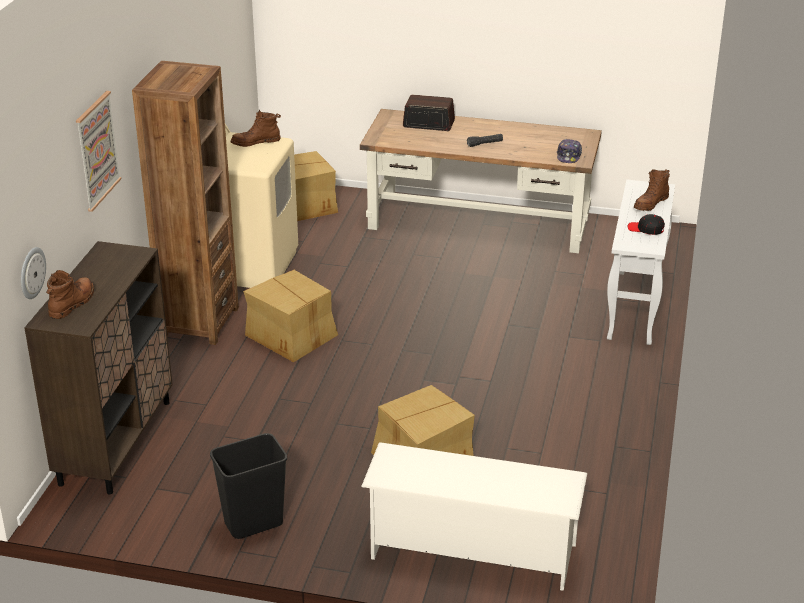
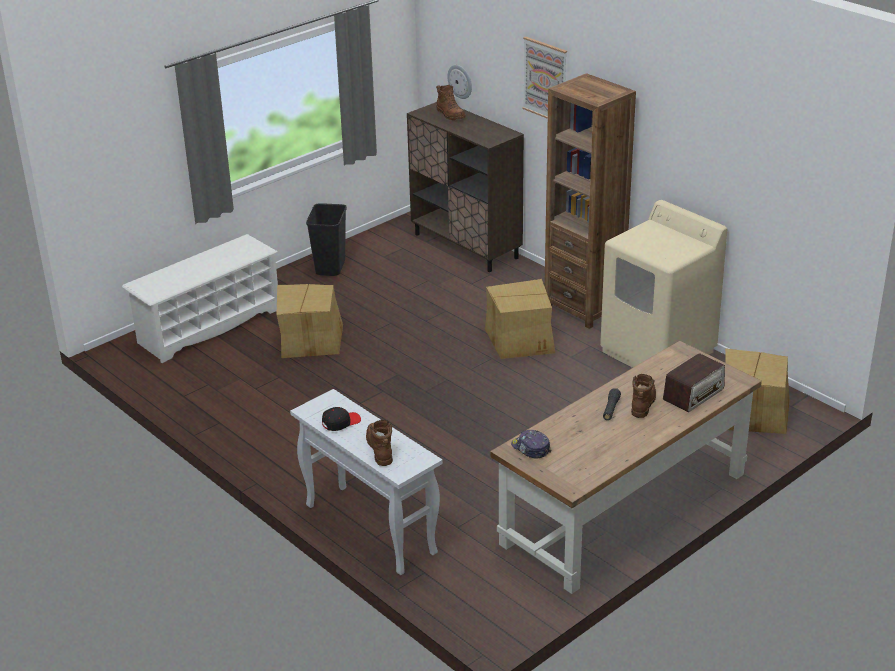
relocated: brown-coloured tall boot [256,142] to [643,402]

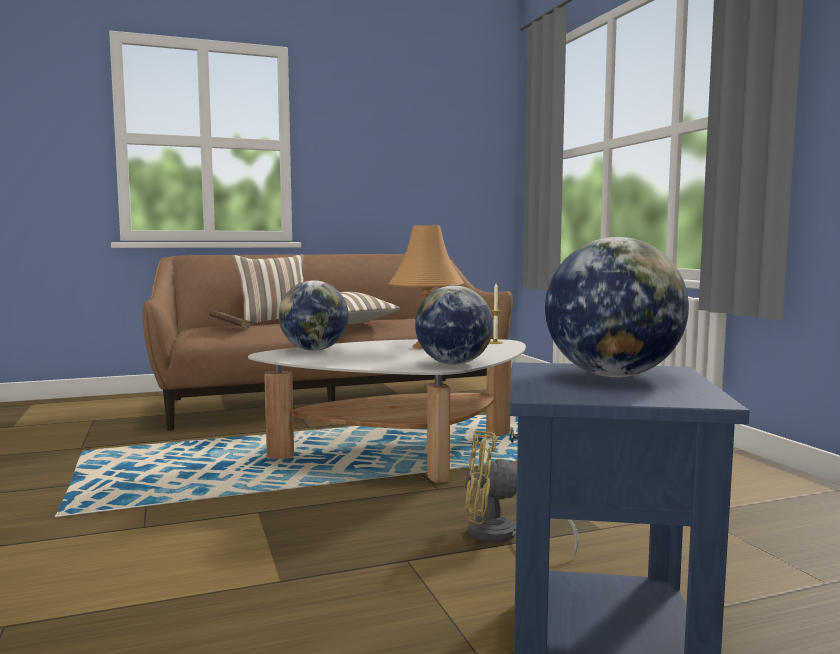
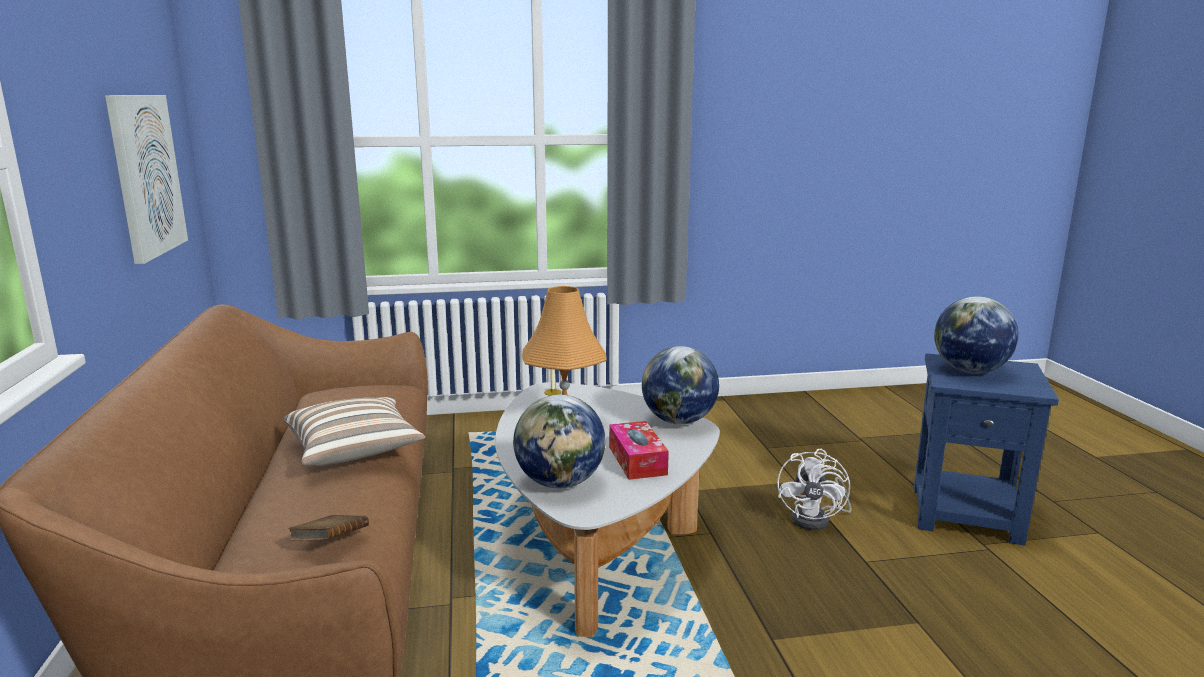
missing: cushion [274,322]
appeared: picture [145,175]; tissue box [637,460]
colour: yellowish fan [500,537] to whitish fan [817,519]

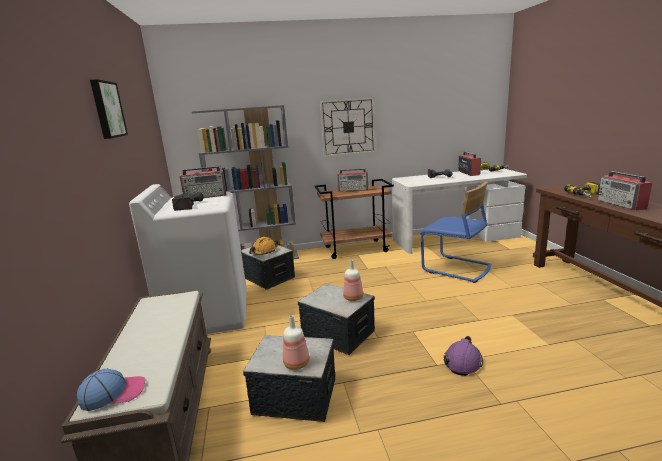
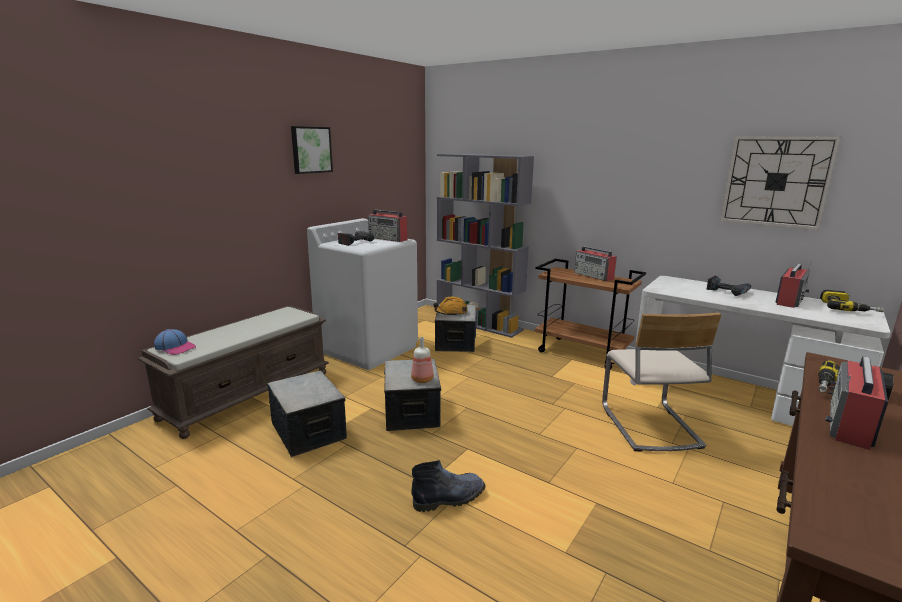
missing: drink bottle [297,363]
relocated: hanging clock [348,127] to [776,181]
exchanged: purplish work helmet [463,361] to tall boot [450,497]
colour: blue chair [456,268] to sand-coloured chair [649,426]

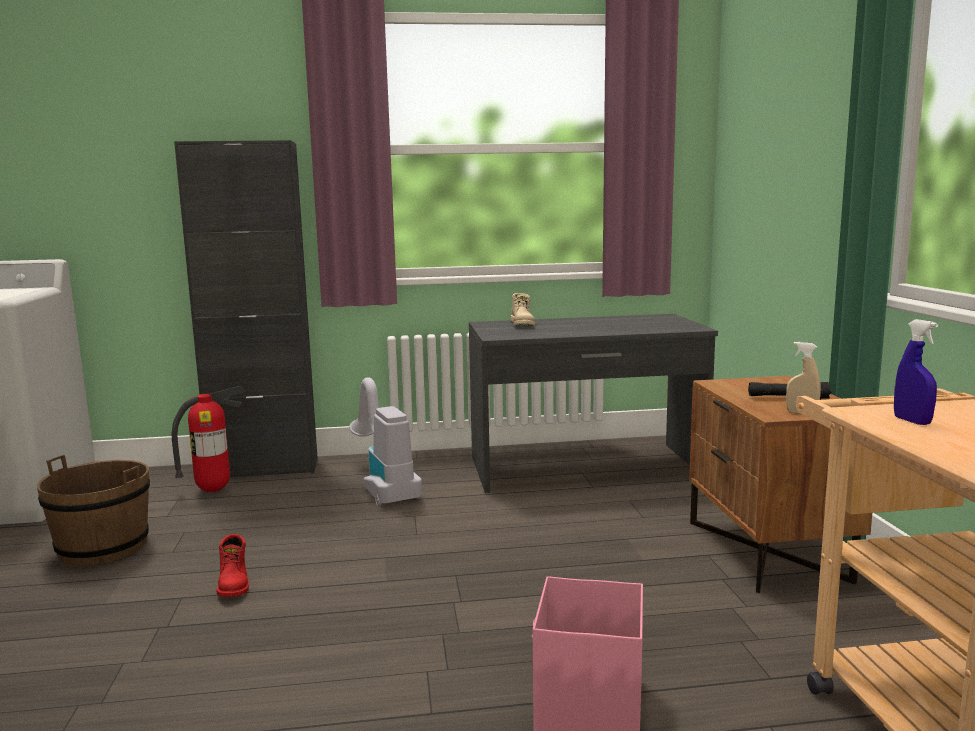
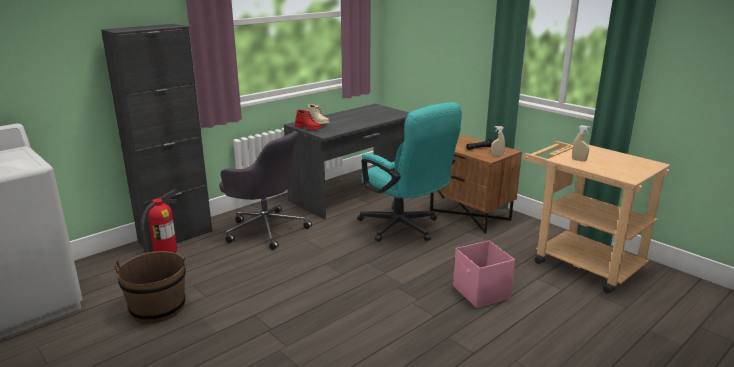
appeared: turquoise-coloured computer chair [404,228]
relocated: red tall boot [234,584] to [308,128]
exchanged: vacuum cleaner [383,486] to greyish computer chair [265,229]
colour: blue spray bottle [912,421] to sand-coloured spray bottle [579,160]

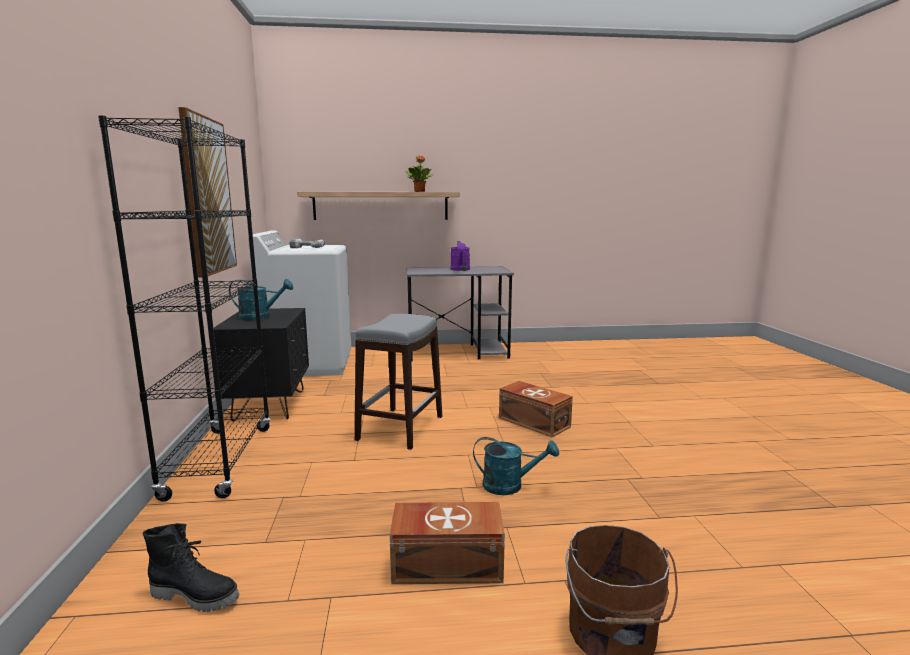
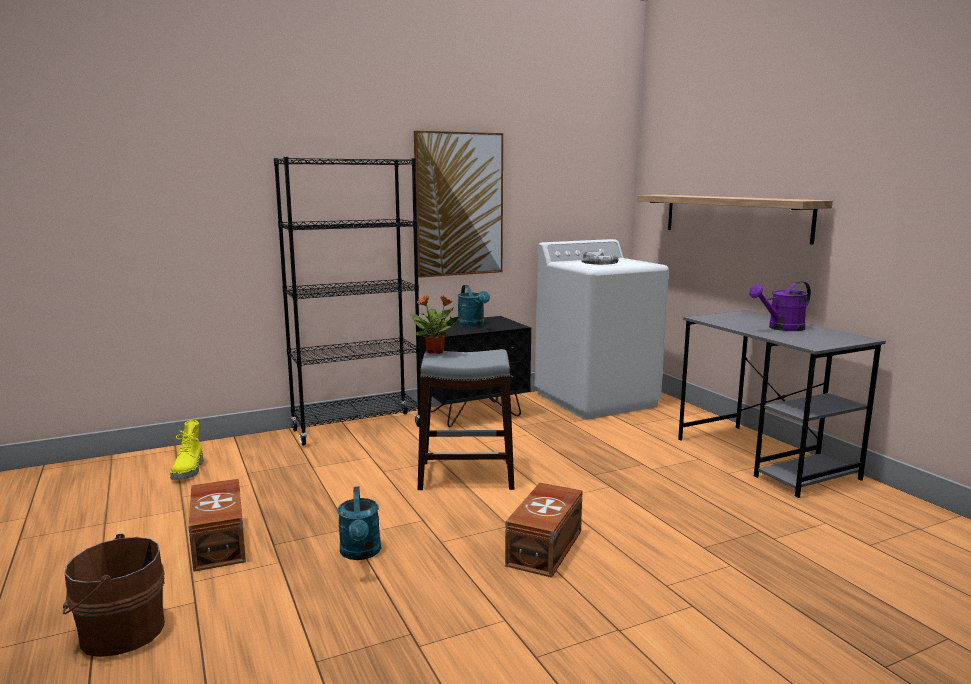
relocated: plant in a pot [420,191] to [436,352]
colour: black-coloured tall boot [196,595] to yellowish tall boot [189,471]

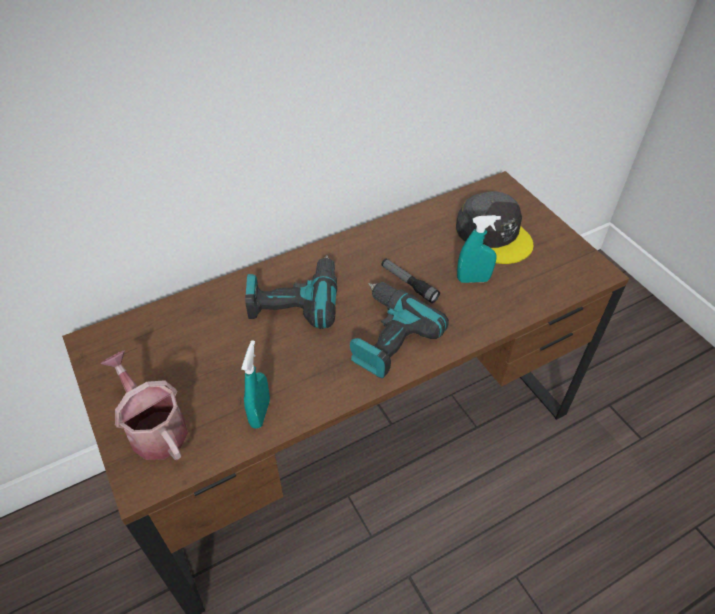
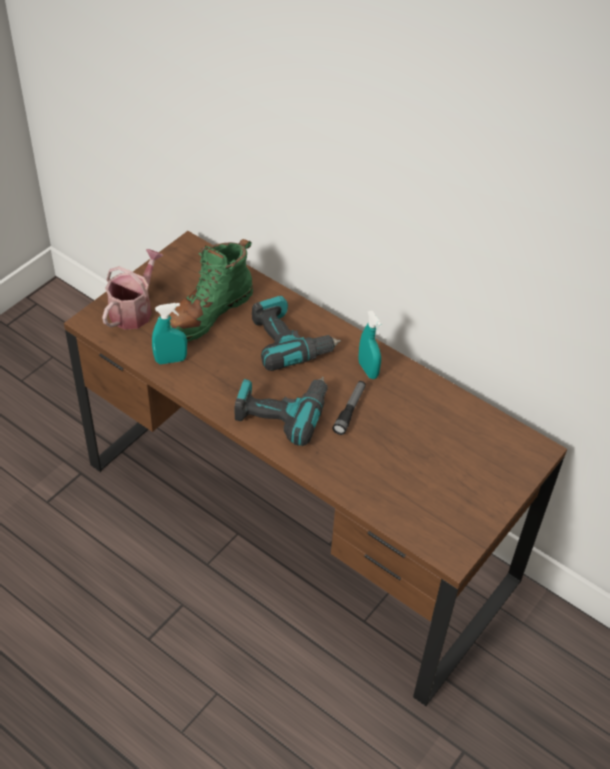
missing: greyish peaked cap [493,235]
appeared: greenish tall boot [207,314]
relocated: turquoise-coloured spray bottle [473,279] to [368,370]

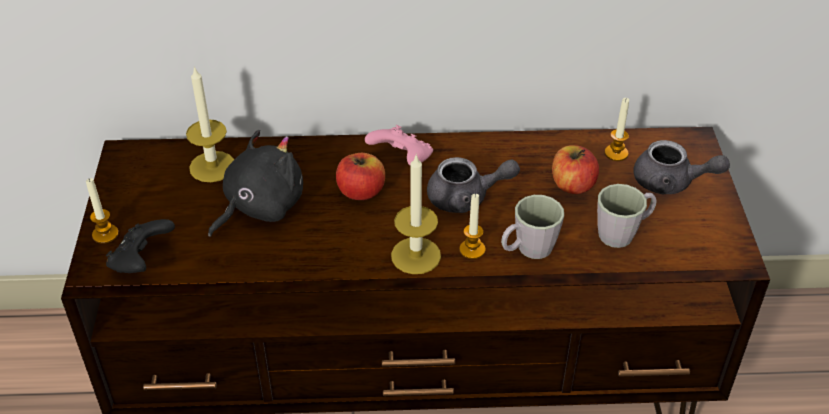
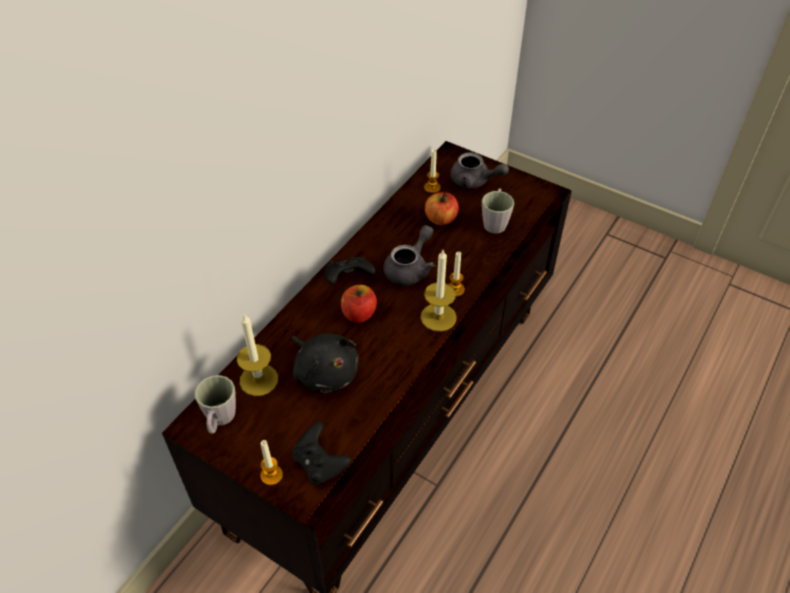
relocated: greyish coffee mug [528,250] to [219,420]
colour: pink-coloured game controller [402,160] to black-coloured game controller [348,279]
spun: black-coloured plush toy [260,206] = [325,372] 150 degrees clockwise; greyish teapot [671,183] = [474,181] 60 degrees clockwise

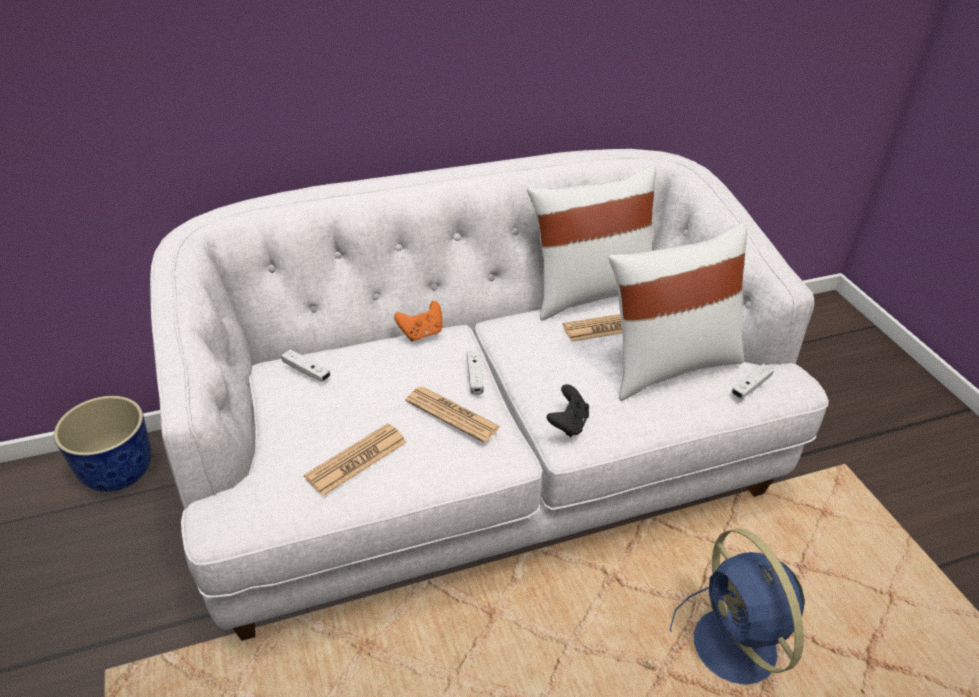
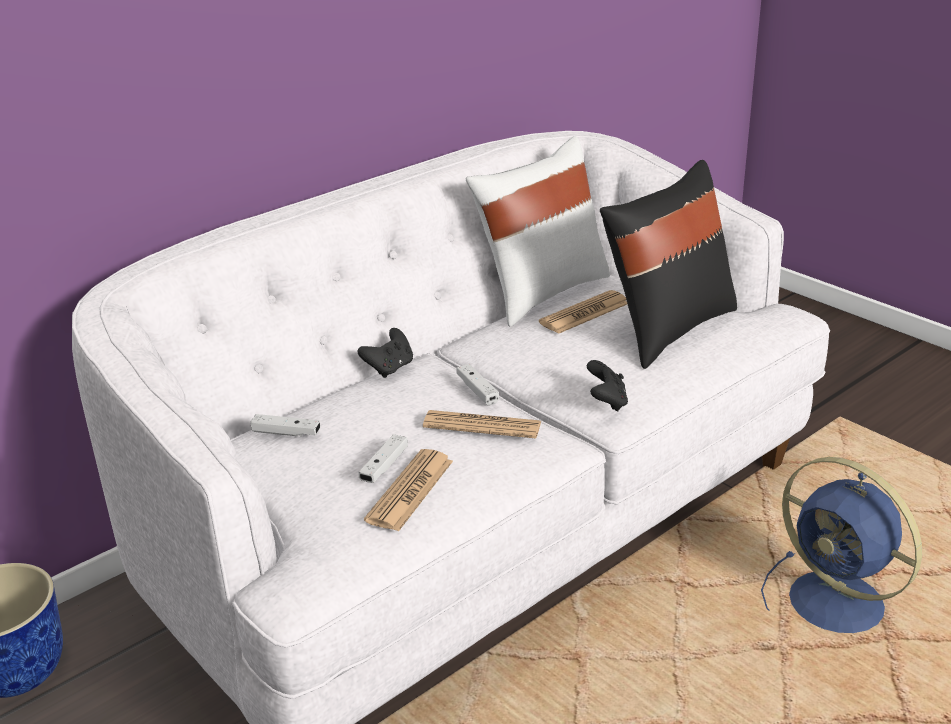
relocated: whitish game controller [750,387] to [384,466]
colour: orangey game controller [421,333] to black-coloured game controller [389,368]; whitish cushion [668,364] to black-coloured cushion [667,329]

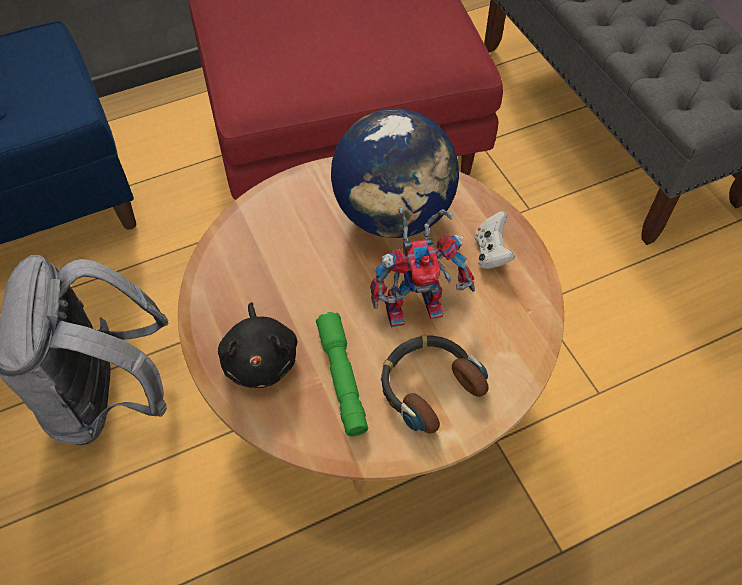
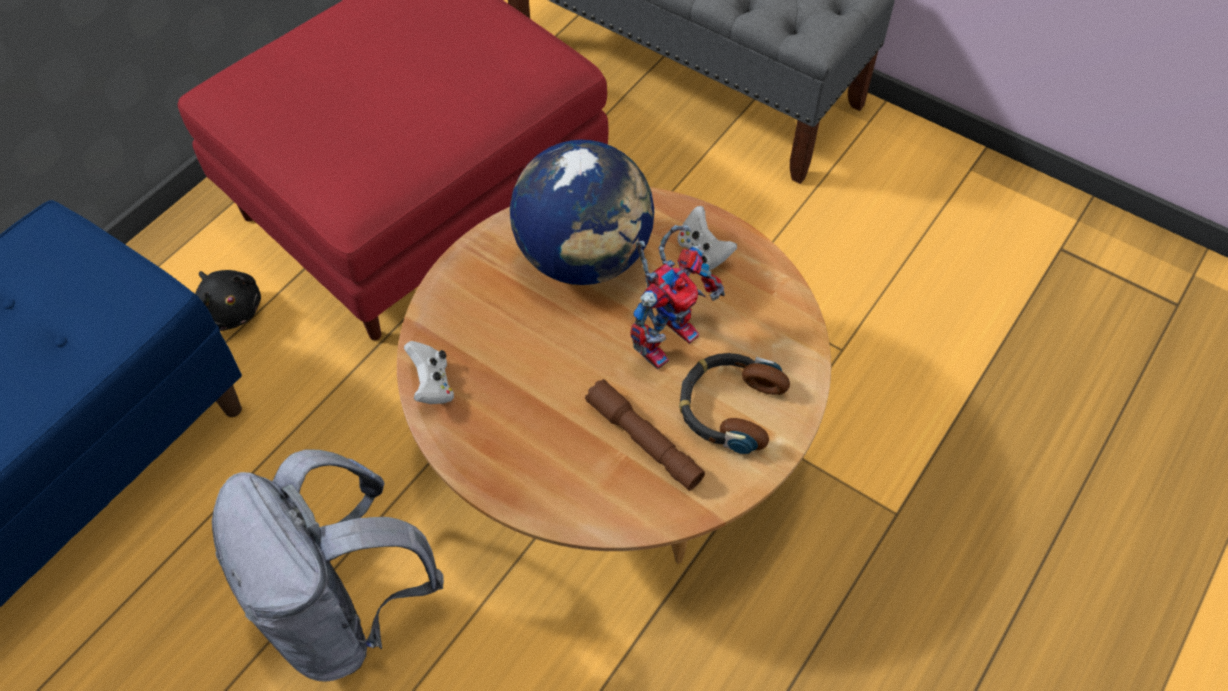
appeared: whitish game controller [432,385]
relocated: black-coloured plush toy [260,359] to [230,309]
colour: greenish flashlight [342,378] to brown-coloured flashlight [644,441]

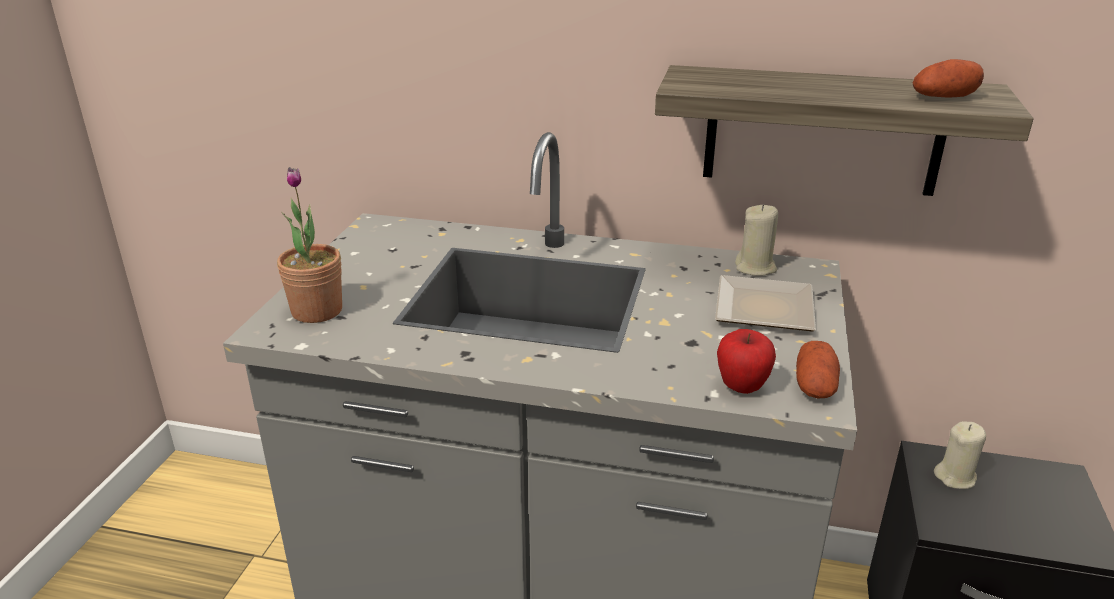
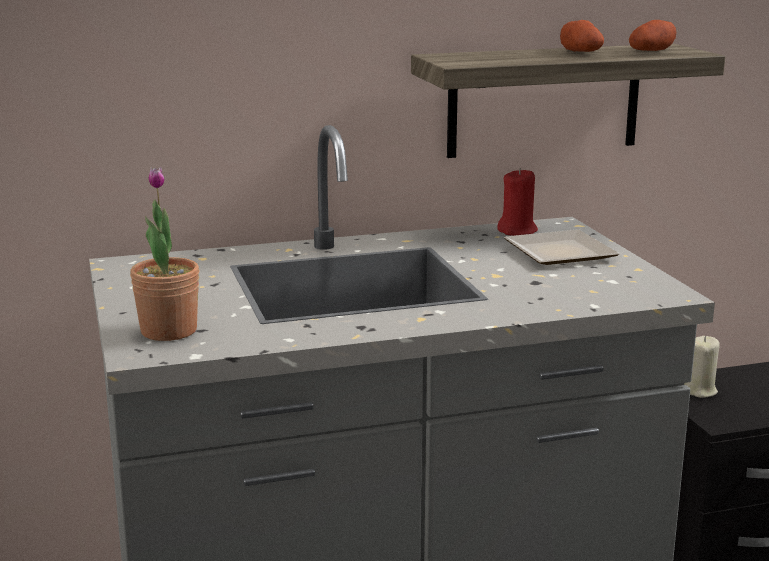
missing: whole apple [741,387]
relocated: spud [815,386] to [581,52]
colour: sand-coloured wax candle [755,268] to red wax candle [517,231]

